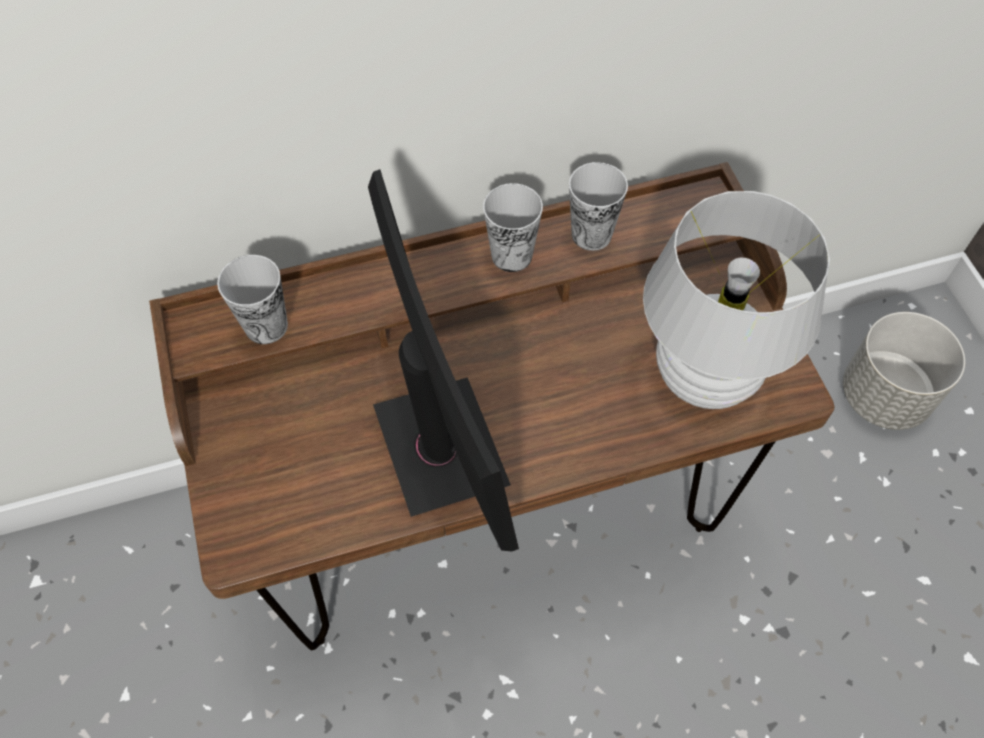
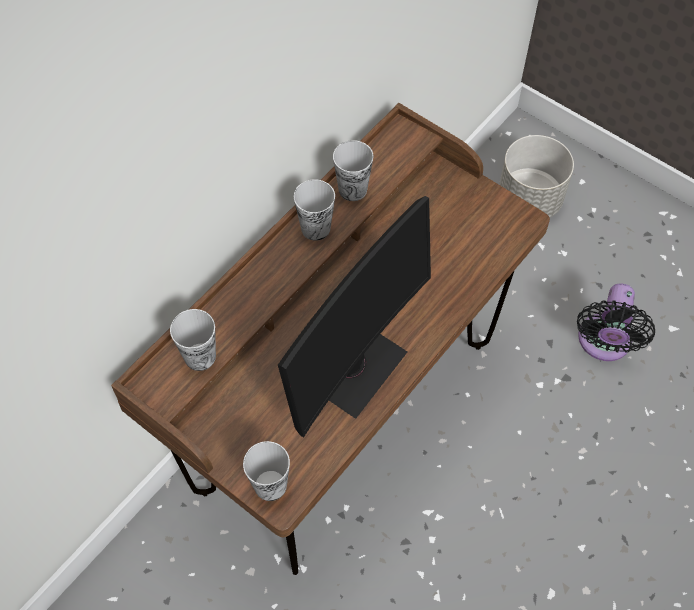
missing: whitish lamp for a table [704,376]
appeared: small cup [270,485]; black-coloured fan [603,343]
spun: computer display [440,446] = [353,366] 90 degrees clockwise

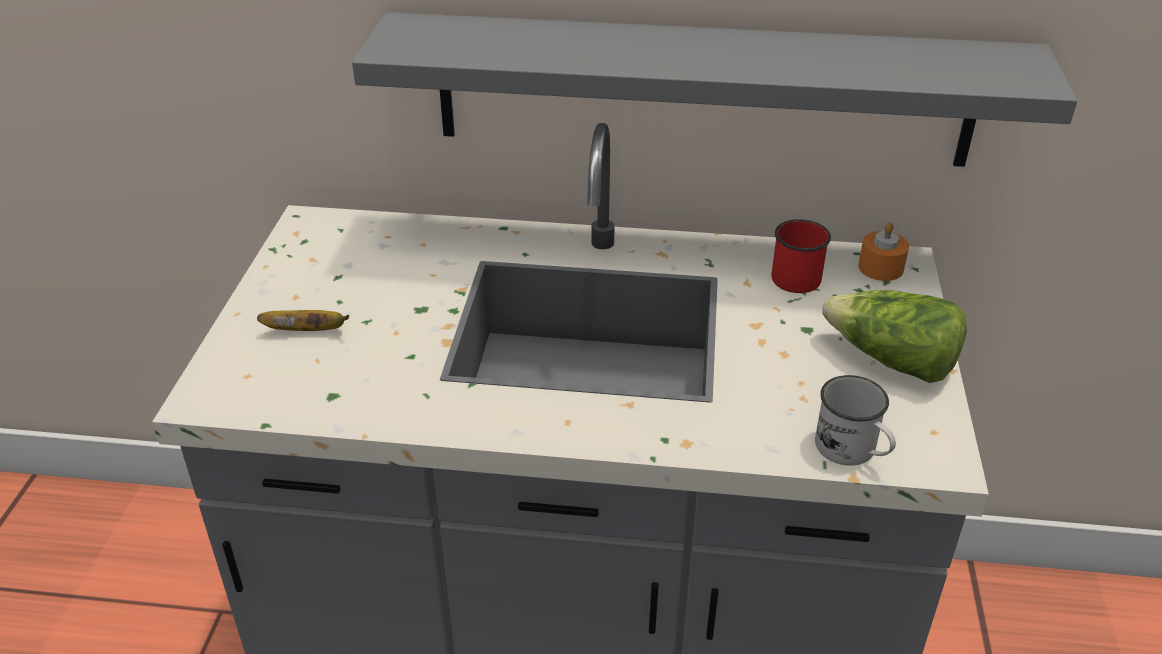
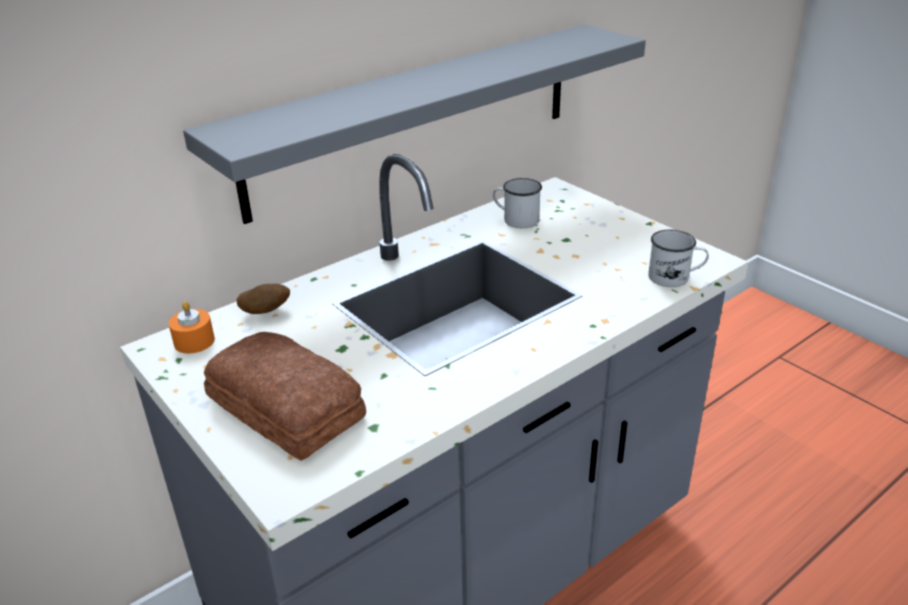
missing: lettuce head [891,361]
appeared: spud [266,311]
relocated: orangey wax candle [880,268] to [194,341]
exchanged: whole banana [308,331] to bakery bread [286,405]
colour: red coffee mug [792,274] to whitish coffee mug [516,219]

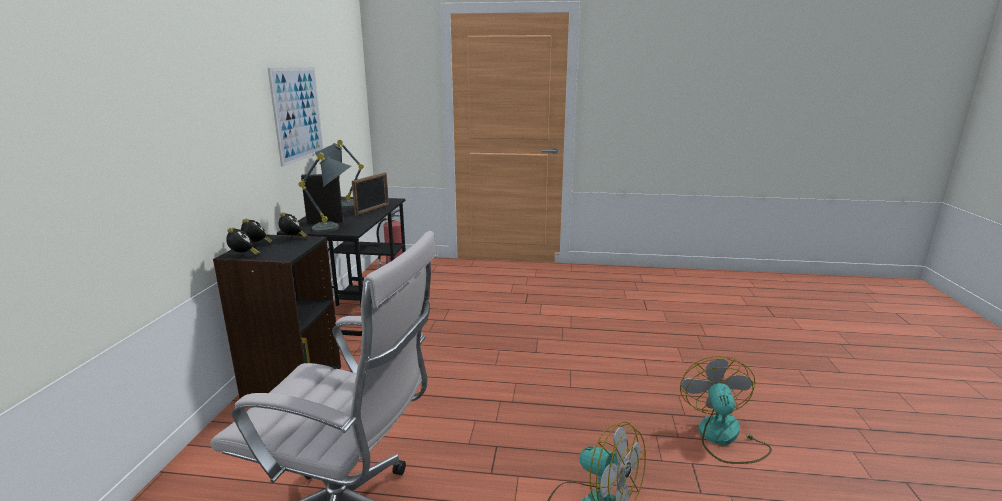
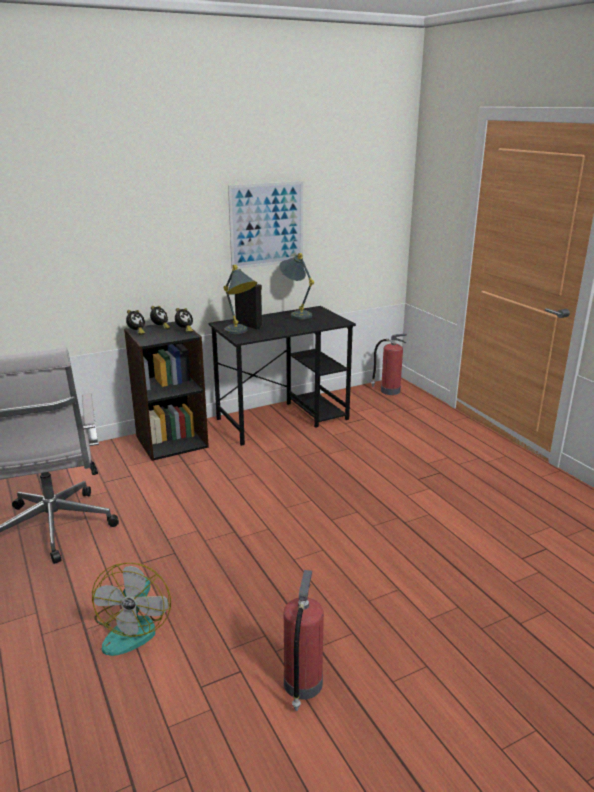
missing: standing frame [372,210]
exchanged: fan [723,438] to fire-fighting cylinder [302,685]

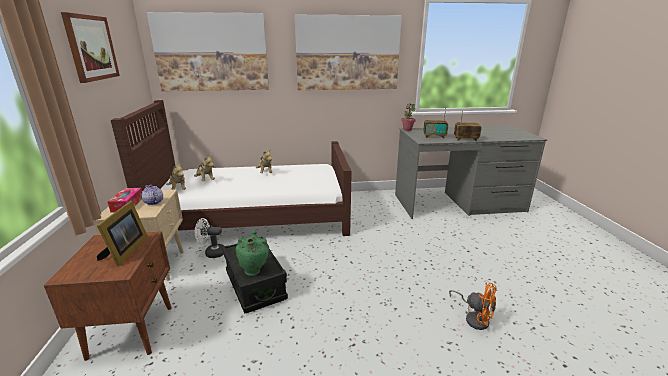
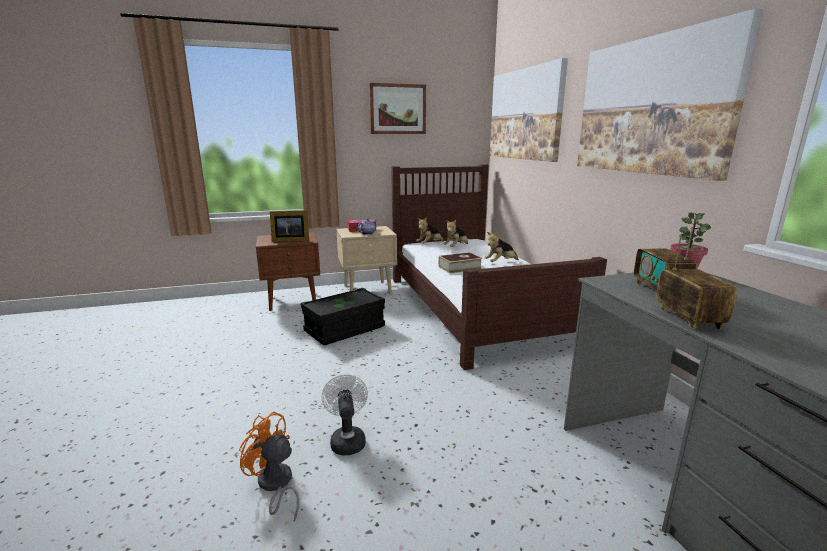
missing: greenish vase [254,271]
appeared: book [459,268]
relocated: whitish fan [212,253] to [347,440]
spun: orangey fan [474,318] = [275,485] 90 degrees clockwise

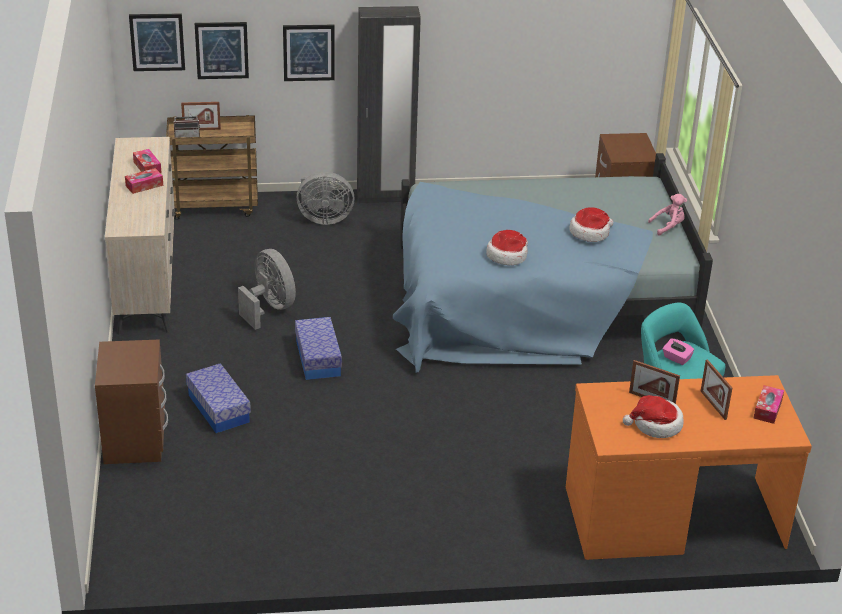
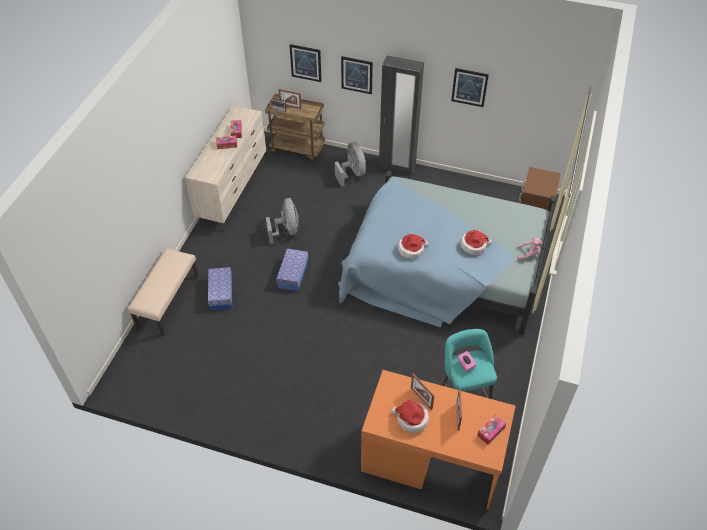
relocated: picture [157,42] to [469,87]
exchanged: brown-coloured nightstand [136,440] to sand-coloured long seat [168,301]
spun: greyish fan [323,218] = [352,173] 135 degrees counterclockwise

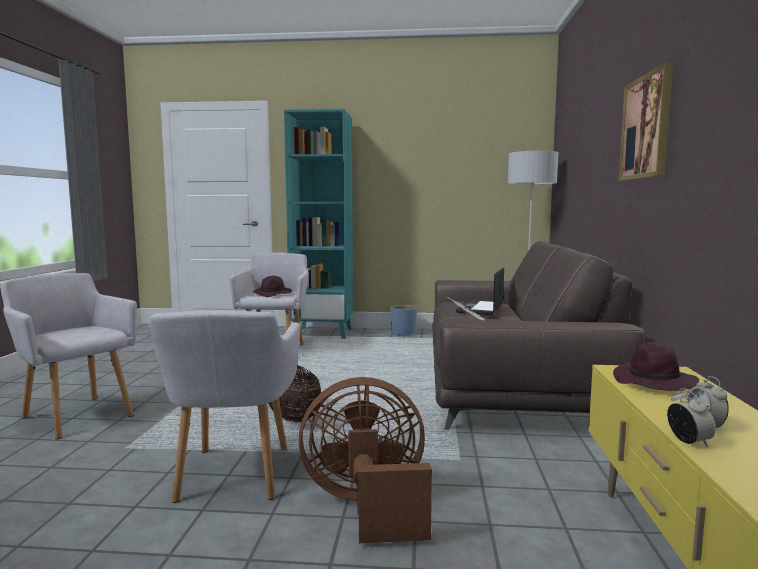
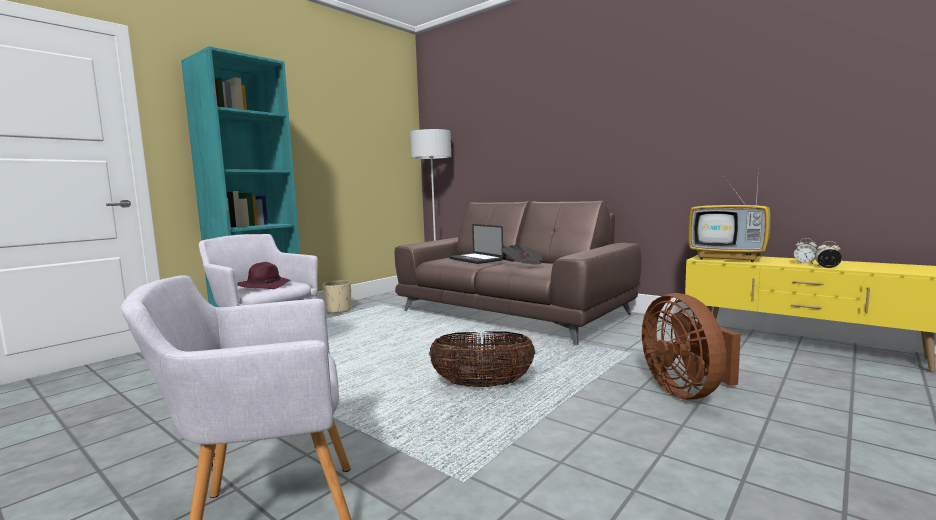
missing: greyish easy chair [232,476]; picture [647,127]
exchanged: purplish clothing hat [654,382] to TV [729,258]
colour: blue flower pot [403,333] to sand-coloured flower pot [338,310]
spun: brown-coloured fan [367,506] = [687,391] 45 degrees counterclockwise

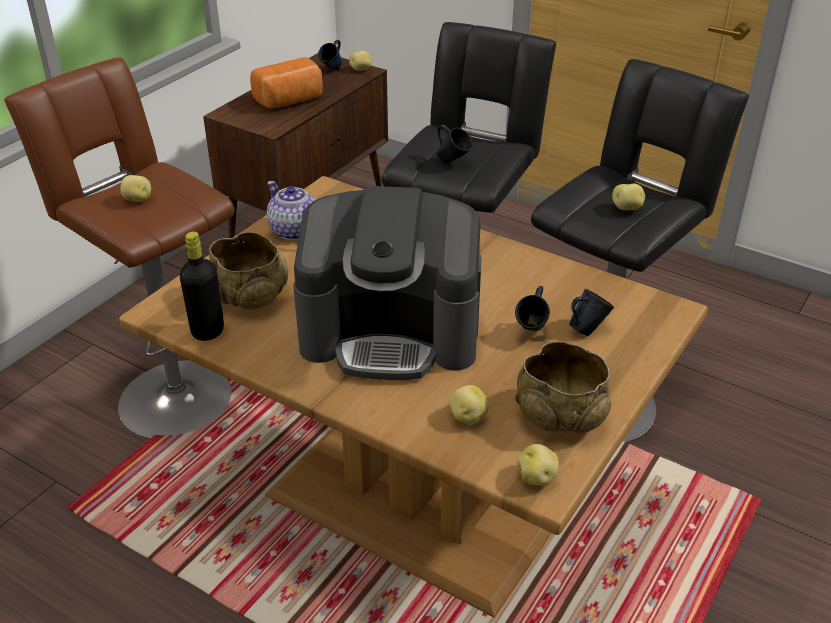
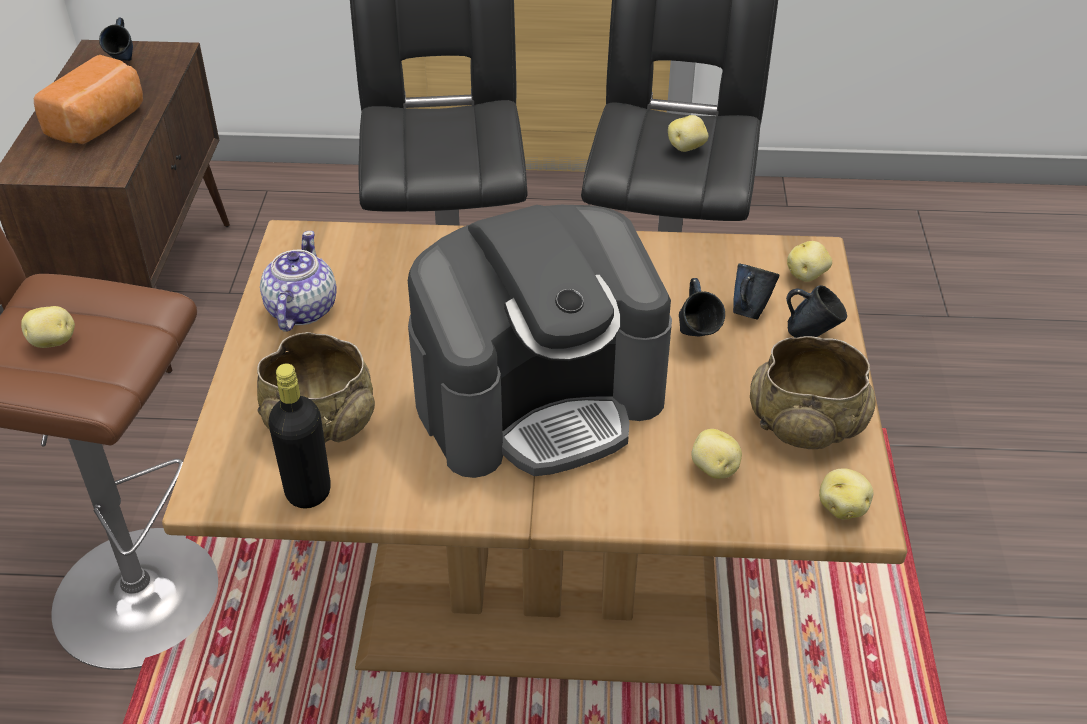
relocated: spud [361,69] to [807,275]; blue coffee mug [453,163] to [810,336]
spun: teapot [294,231] = [300,310] 75 degrees clockwise

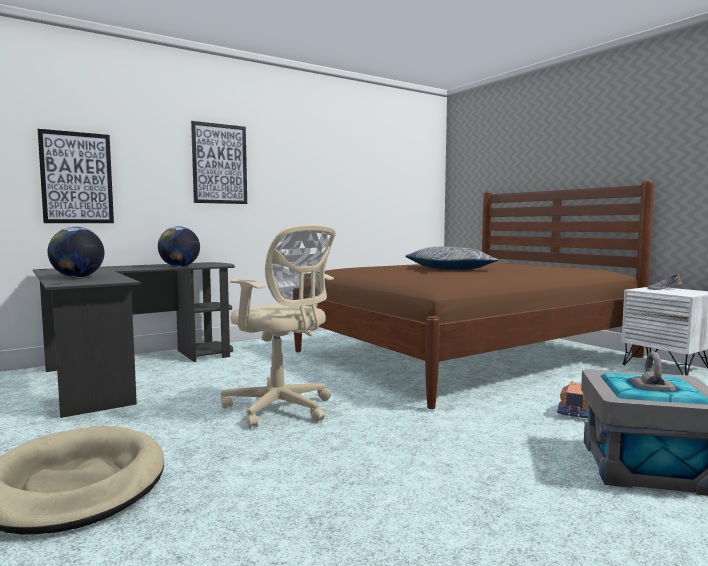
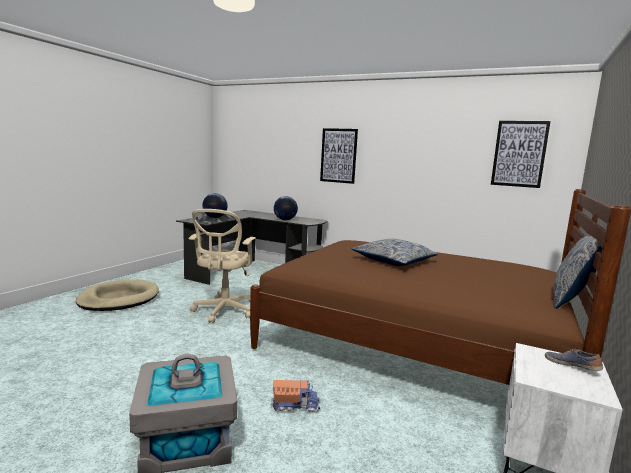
appeared: cushion [572,301]
relocated: picture [77,178] to [519,154]

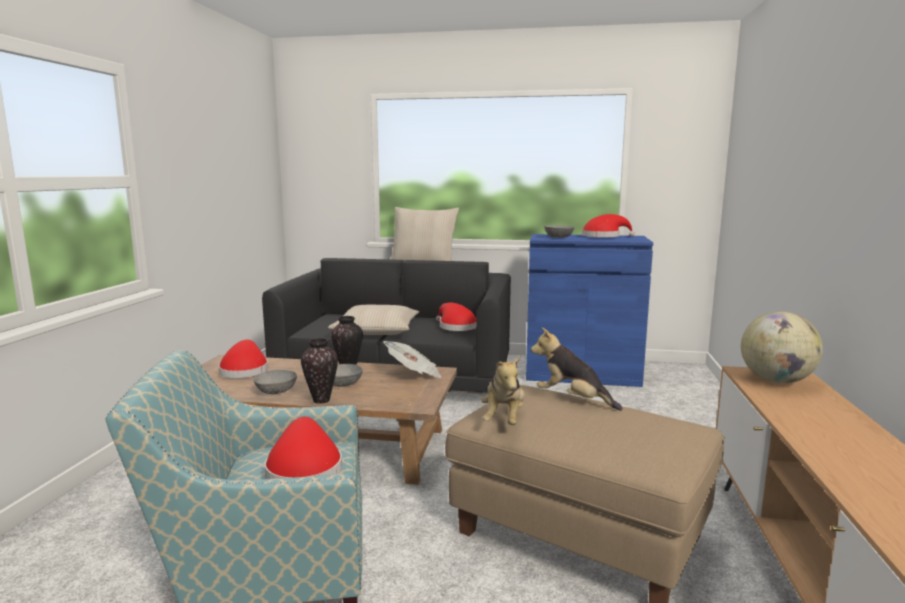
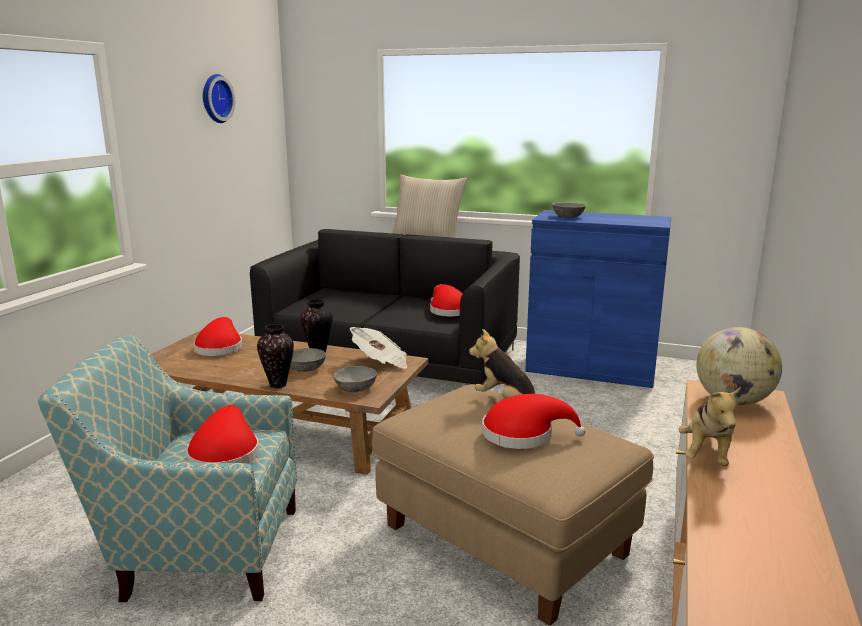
missing: sand-coloured cushion [376,331]
appeared: hanging clock [215,98]
relocated: greyish bowl [277,391] to [356,388]; plush toy [504,419] to [707,455]; red clothing hat [603,237] to [523,434]

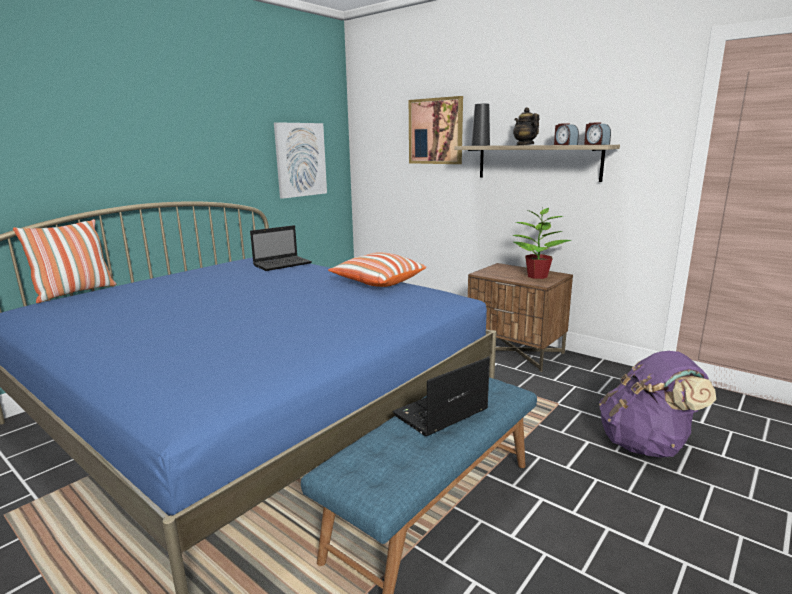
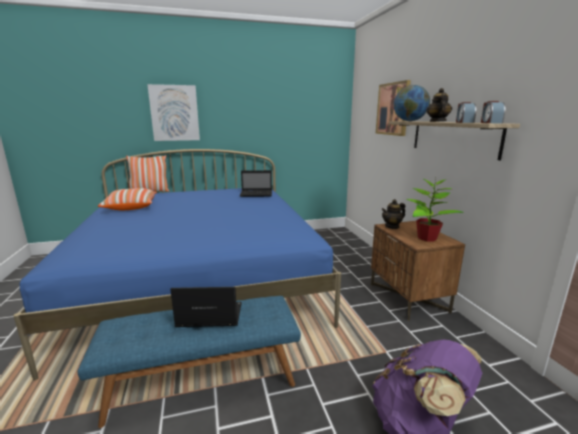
appeared: teapot [392,226]
relocated: picture [300,160] to [174,113]; cushion [377,282] to [131,207]
exchanged: black-coloured vase [480,145] to world globe [409,121]

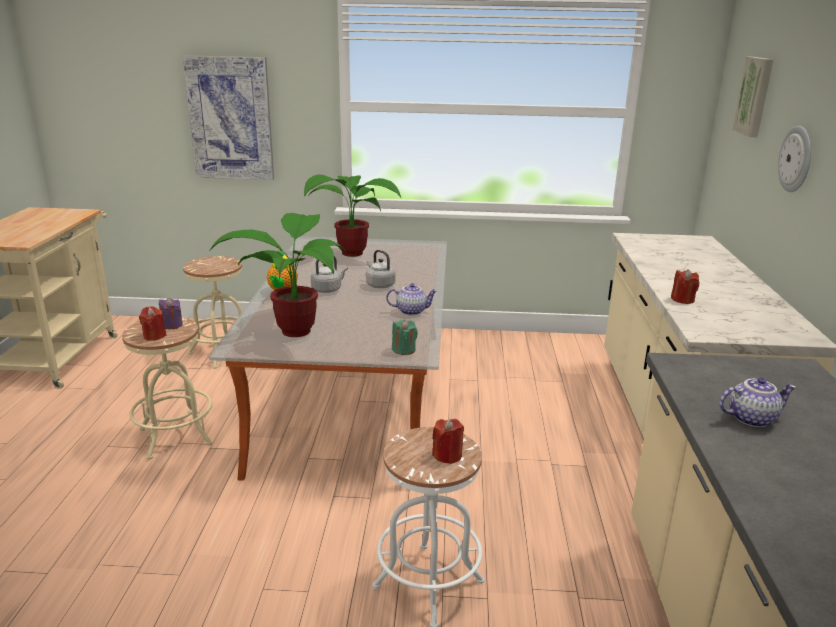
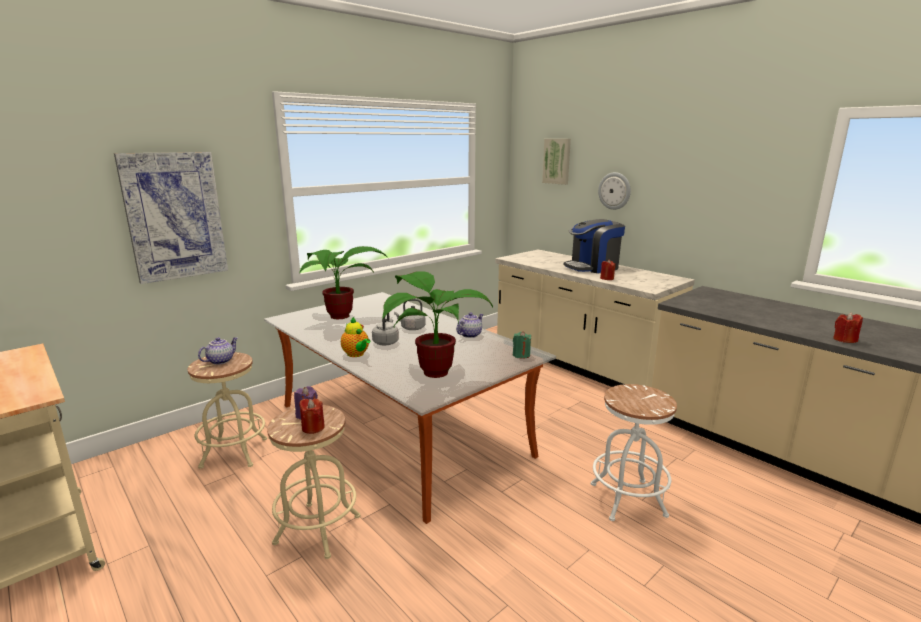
appeared: coffee brewer [592,267]
relocated: red wax candle [447,455] to [844,340]; teapot [751,418] to [220,361]

